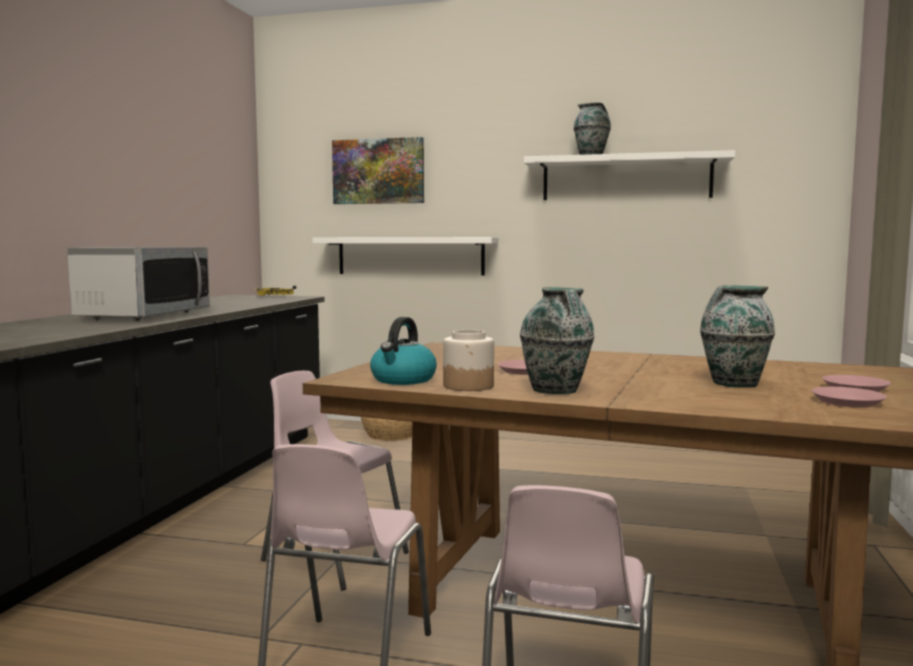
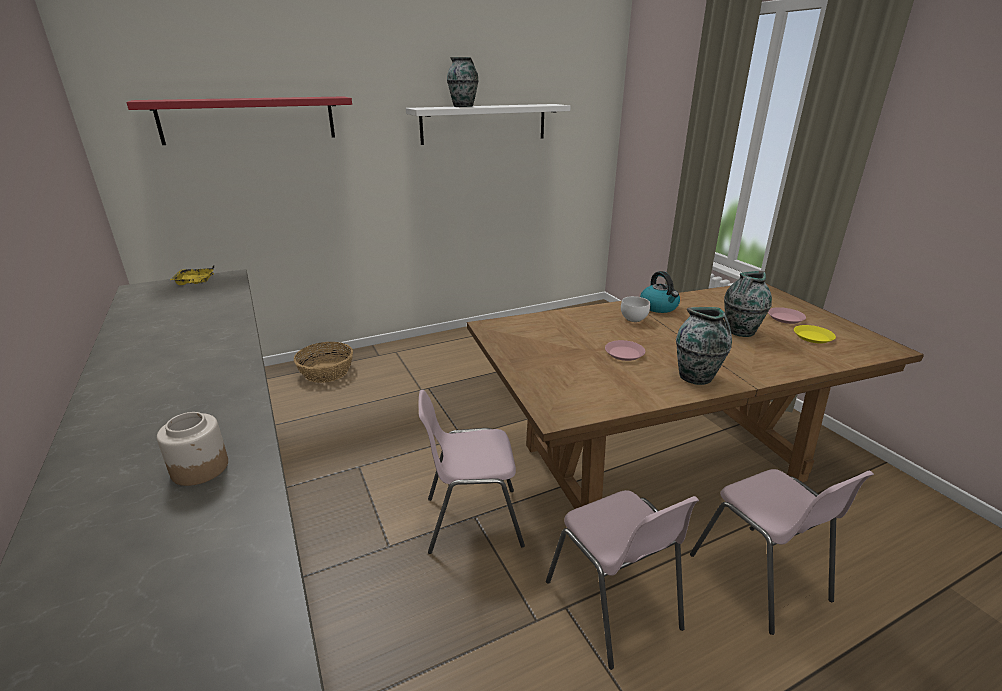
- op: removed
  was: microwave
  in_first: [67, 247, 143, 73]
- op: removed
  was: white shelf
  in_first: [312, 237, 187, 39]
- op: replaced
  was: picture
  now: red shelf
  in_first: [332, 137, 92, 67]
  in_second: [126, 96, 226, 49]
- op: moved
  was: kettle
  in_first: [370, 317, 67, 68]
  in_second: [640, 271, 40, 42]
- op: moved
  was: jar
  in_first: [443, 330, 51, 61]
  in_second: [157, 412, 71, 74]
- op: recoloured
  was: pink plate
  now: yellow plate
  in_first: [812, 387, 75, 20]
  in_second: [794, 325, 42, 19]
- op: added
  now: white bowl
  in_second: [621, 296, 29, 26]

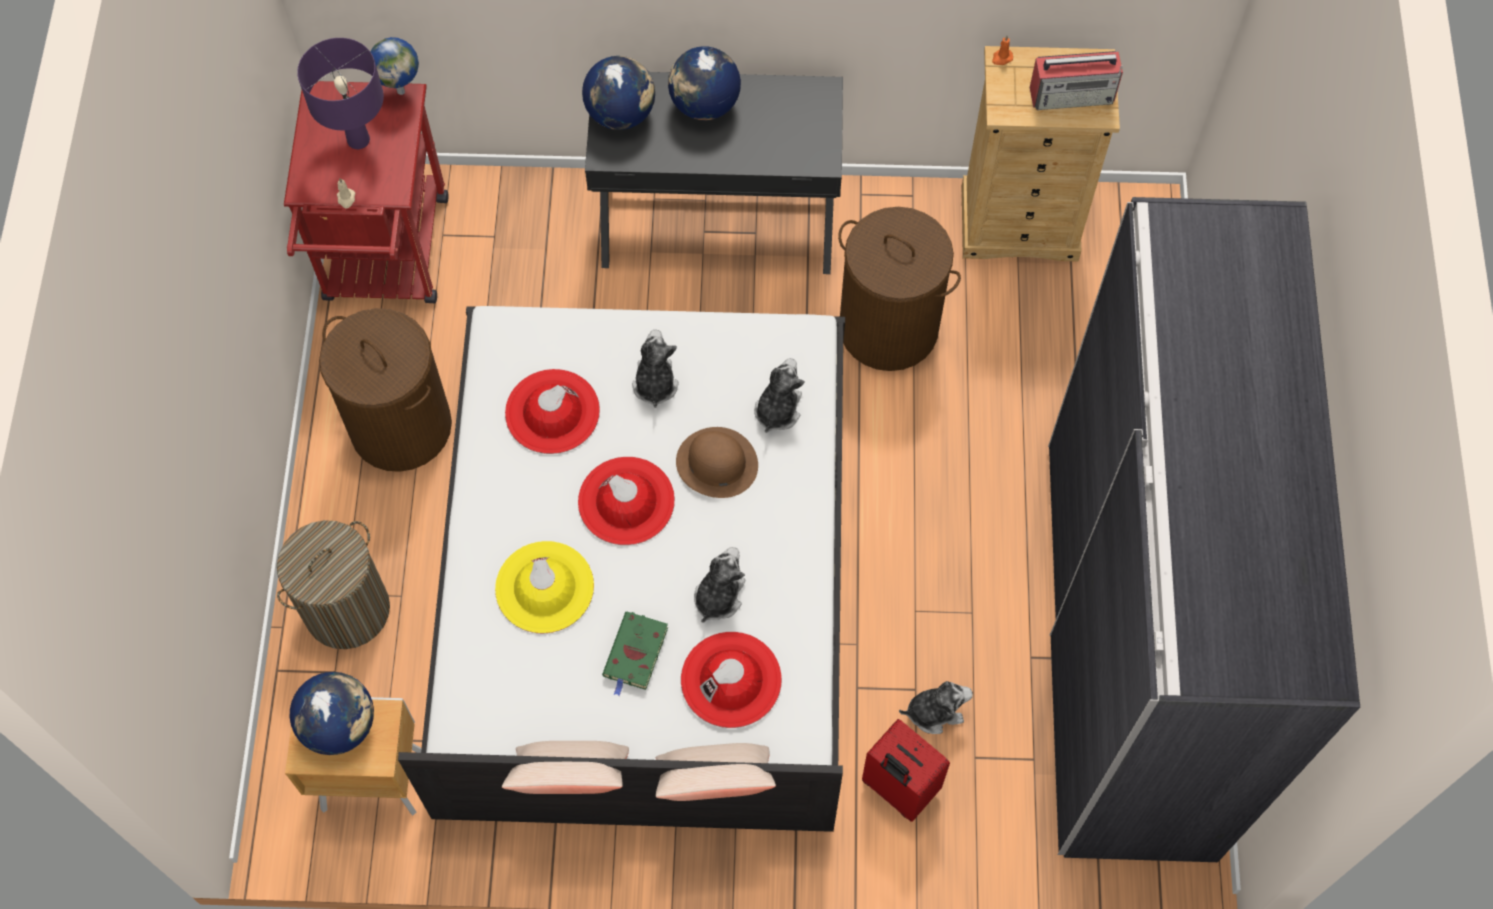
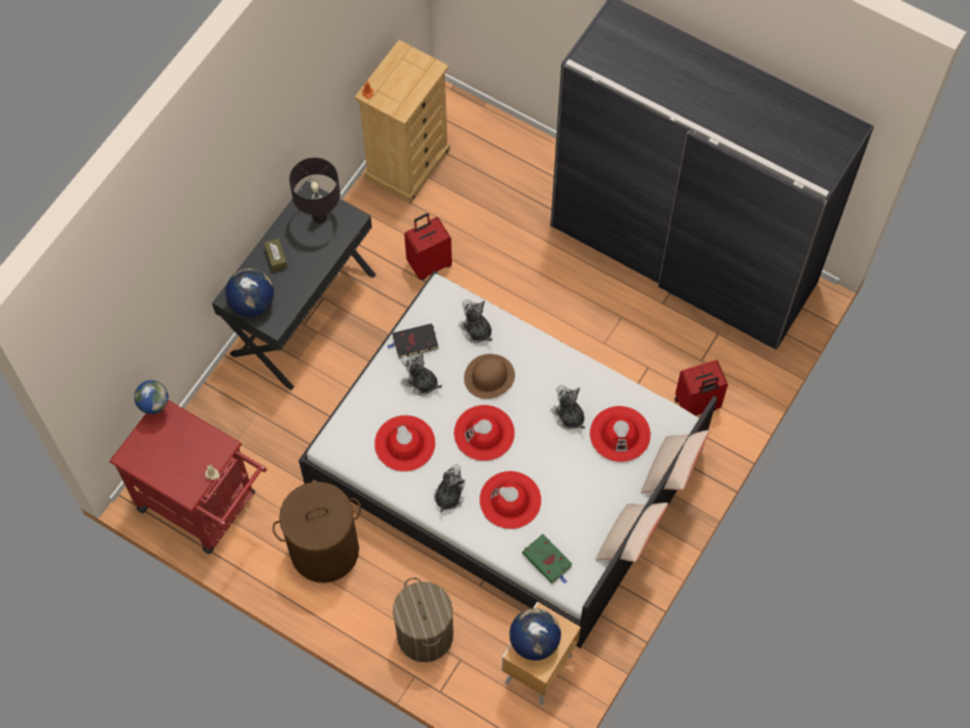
- op: removed
  was: purple table lamp
  in_first: [297, 38, 87, 111]
- op: recoloured
  was: yellow hat
  now: red hat
  in_first: [495, 541, 99, 92]
  in_second: [479, 471, 62, 58]
- op: moved
  was: green book
  in_first: [602, 612, 66, 84]
  in_second: [522, 534, 50, 50]
- op: replaced
  was: globe
  now: brown tissue box
  in_first: [668, 46, 73, 74]
  in_second: [264, 238, 24, 34]
- op: replaced
  was: brown laundry basket
  now: red suitcase
  in_first: [838, 207, 123, 164]
  in_second: [404, 213, 48, 67]
- op: moved
  was: plush toy
  in_first: [899, 681, 74, 53]
  in_second: [434, 464, 31, 48]
- op: removed
  was: radio
  in_first: [1030, 51, 93, 59]
- op: added
  now: black table lamp
  in_second: [289, 158, 51, 66]
- op: added
  now: black book
  in_second: [387, 323, 52, 35]

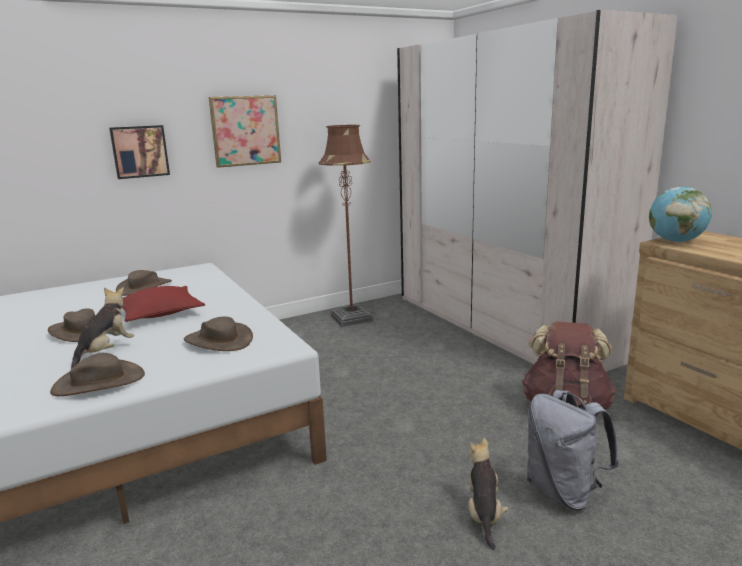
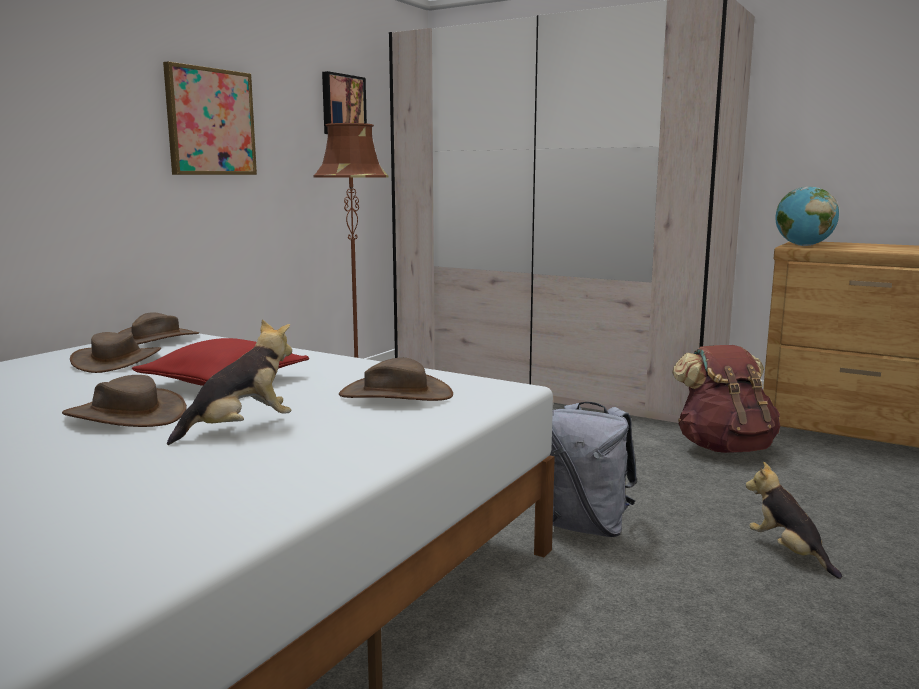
- op: moved
  was: brown hat
  in_first: [50, 353, 95, 43]
  in_second: [118, 312, 81, 32]
- op: turned
  was: plush toy
  in_first: [71, 288, 63, 81]
  in_second: [167, 320, 125, 125]
  clockwise: 60
- op: moved
  was: picture
  in_first: [109, 125, 61, 54]
  in_second: [322, 71, 45, 63]
- op: moved
  was: grey backpack
  in_first: [527, 390, 92, 120]
  in_second: [550, 402, 87, 135]

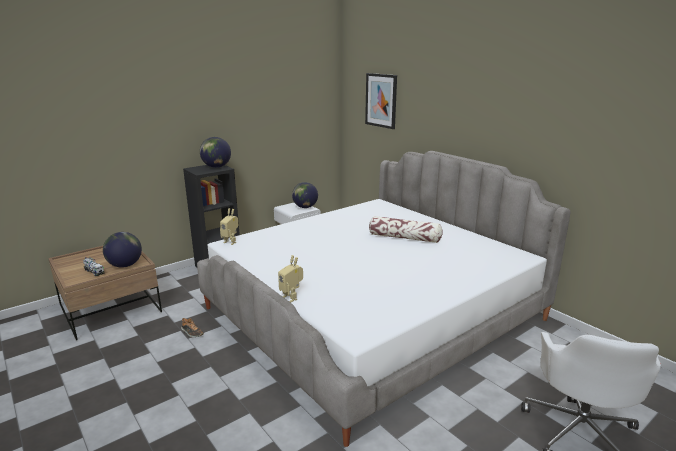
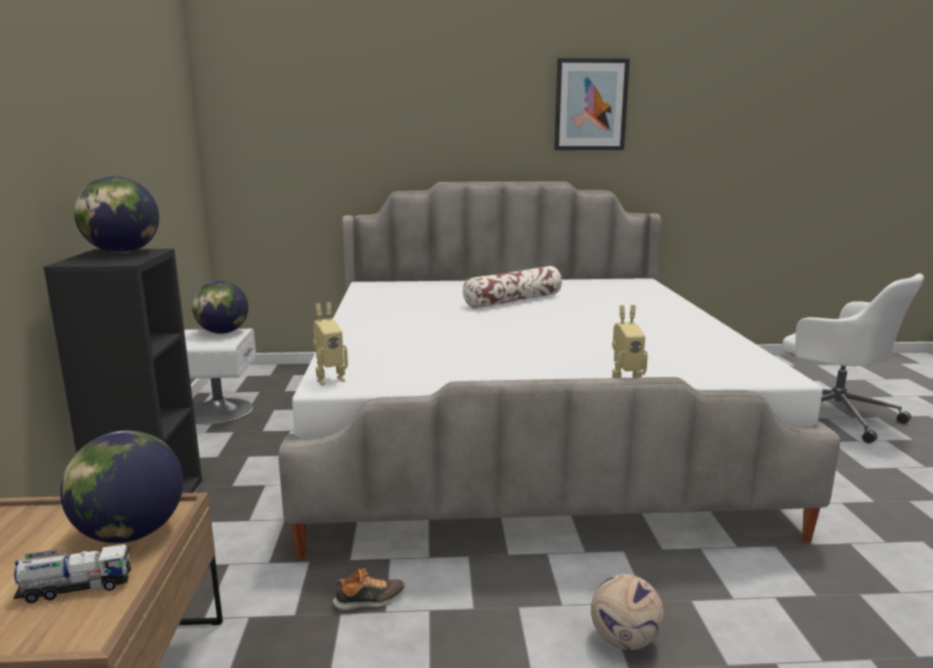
- op: moved
  was: picture
  in_first: [365, 73, 32, 56]
  in_second: [554, 58, 76, 92]
- op: added
  now: football
  in_second: [591, 574, 73, 76]

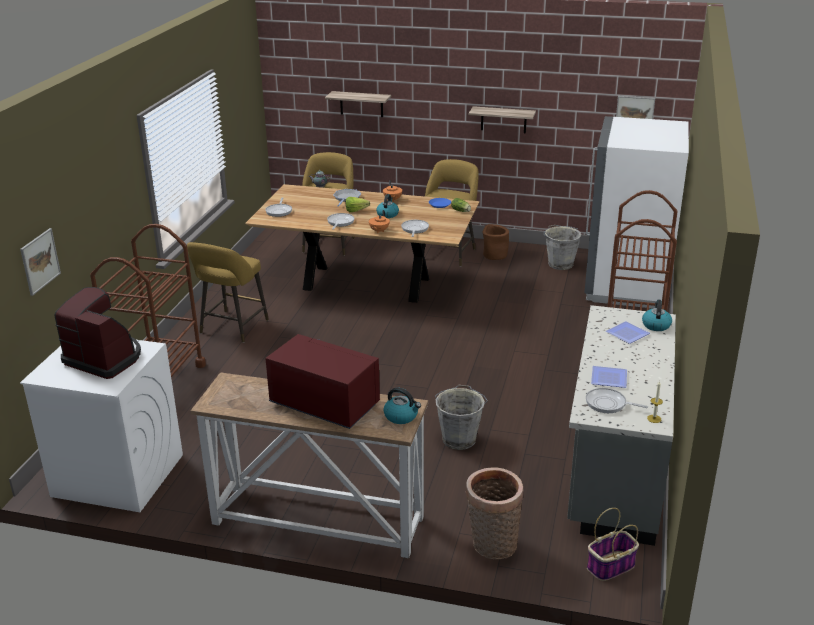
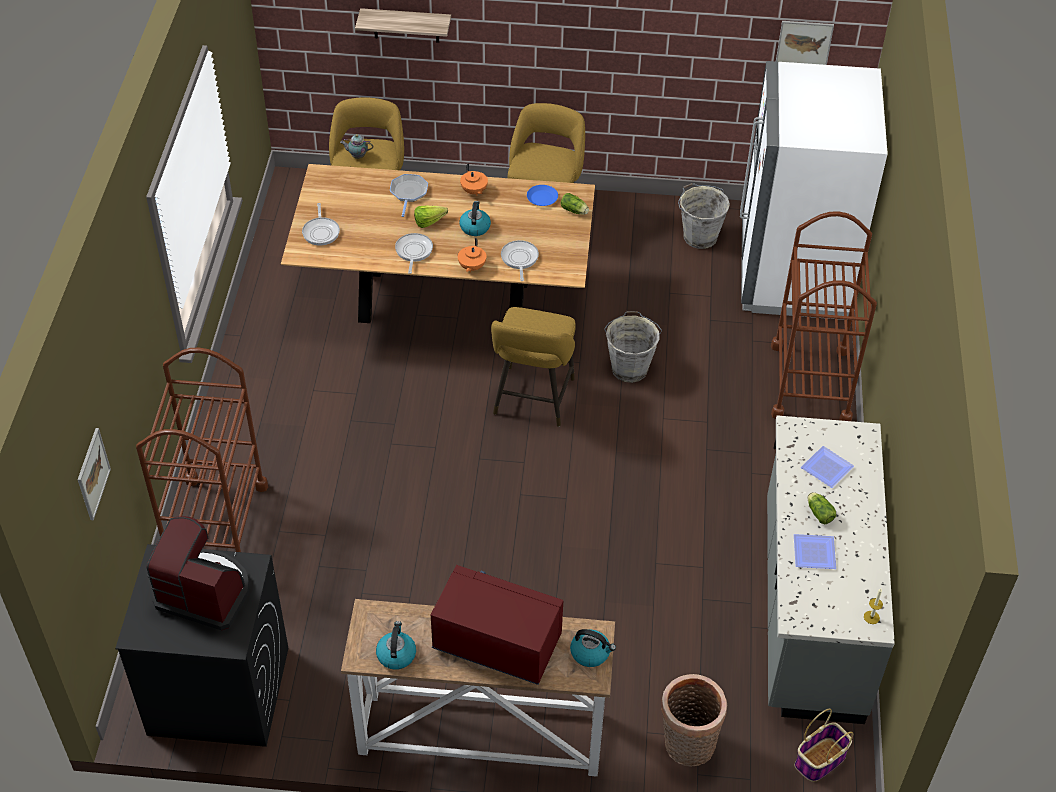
- op: recoloured
  was: white washing machine
  now: black washing machine
  in_first: [20, 340, 163, 172]
  in_second: [115, 544, 173, 203]
- op: moved
  was: yellow stool
  in_first: [187, 242, 82, 101]
  in_second: [491, 307, 85, 120]
- op: moved
  was: grey bucket
  in_first: [435, 385, 53, 65]
  in_second: [604, 311, 58, 72]
- op: removed
  was: shelf
  in_first: [469, 106, 67, 27]
- op: removed
  was: brown planter
  in_first: [483, 224, 26, 36]
- op: removed
  was: frying pan
  in_first: [586, 388, 62, 25]
- op: moved
  was: kettle
  in_first: [642, 300, 30, 31]
  in_second: [376, 621, 40, 49]
- op: added
  now: lettuce
  in_second: [808, 492, 28, 32]

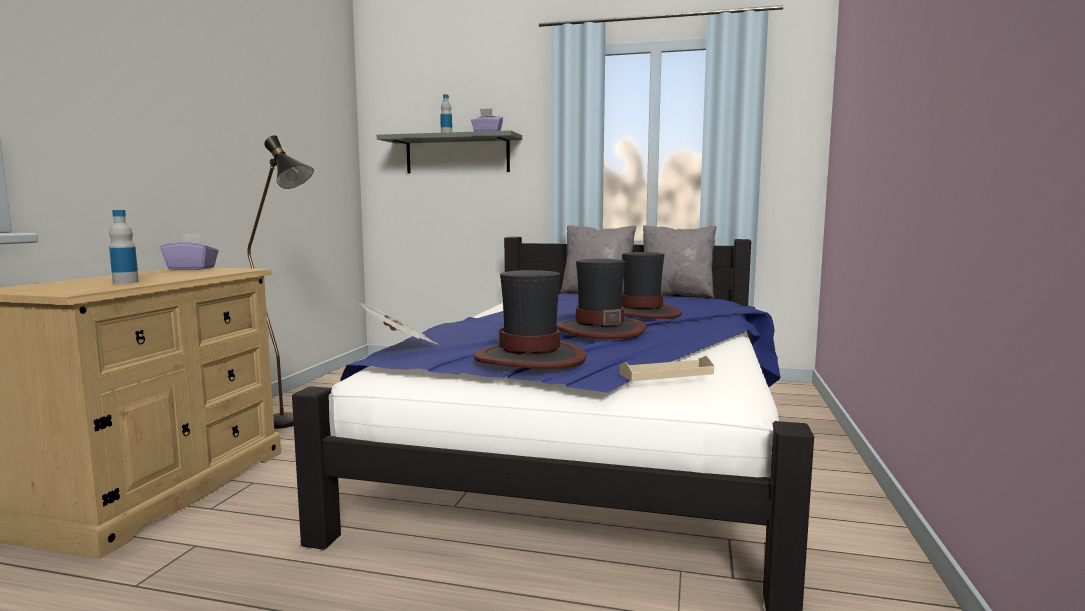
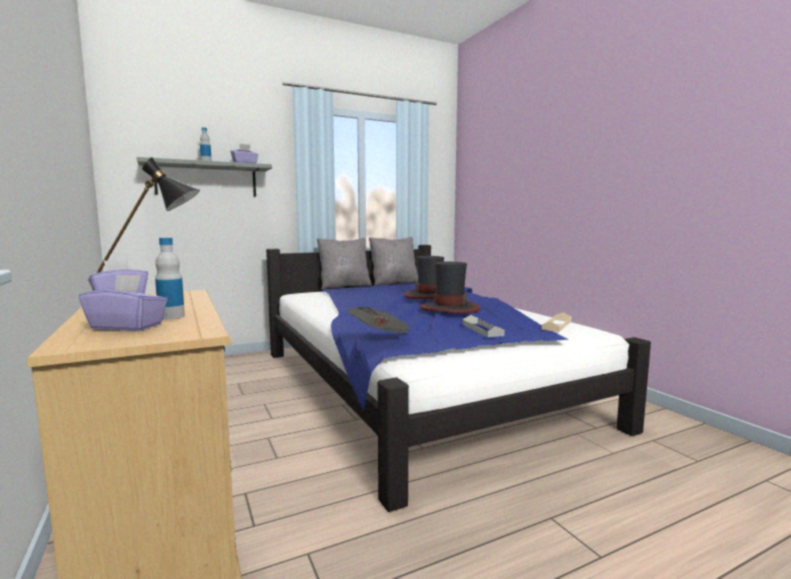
- op: replaced
  was: hat
  now: grey tray
  in_first: [474, 270, 113, 99]
  in_second: [463, 315, 42, 22]
- op: added
  now: purple tissue box
  in_second: [79, 274, 89, 57]

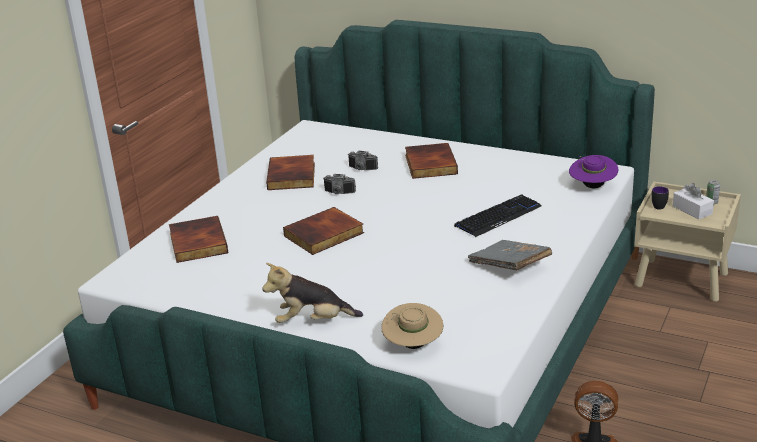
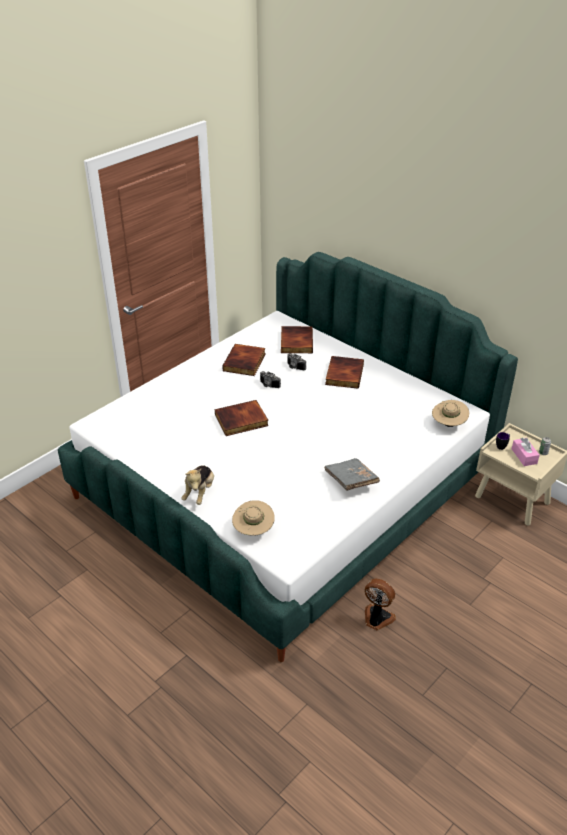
- op: moved
  was: book
  in_first: [169, 216, 59, 47]
  in_second: [281, 326, 32, 27]
- op: turned
  was: plush toy
  in_first: [262, 263, 101, 60]
  in_second: [182, 465, 32, 40]
  clockwise: -90
- op: removed
  was: keyboard
  in_first: [454, 194, 88, 43]
- op: recoloured
  was: purple hat
  now: beige hat
  in_first: [569, 155, 49, 33]
  in_second: [432, 400, 37, 27]
- op: recoloured
  was: white tissue box
  now: pink tissue box
  in_first: [673, 183, 41, 36]
  in_second: [512, 438, 28, 28]

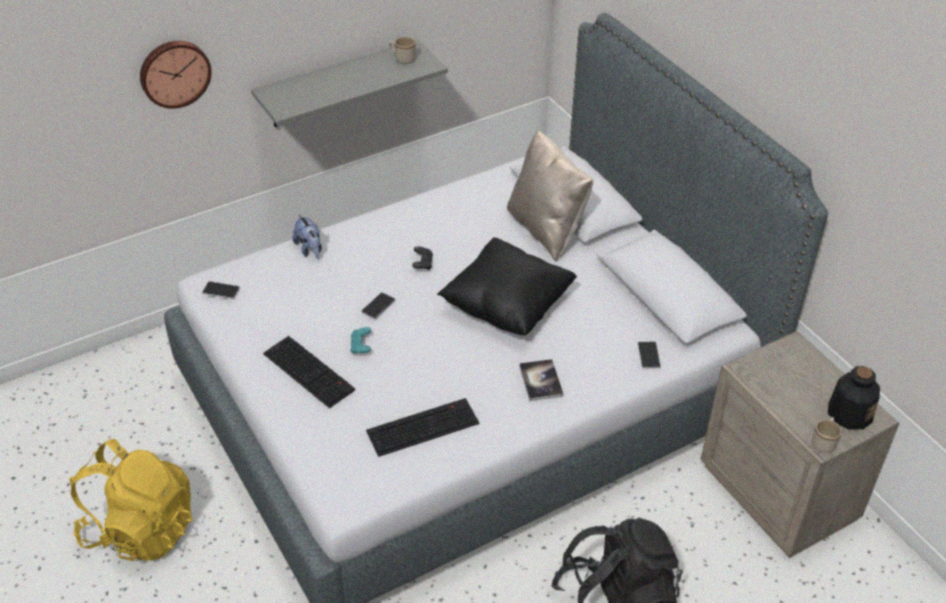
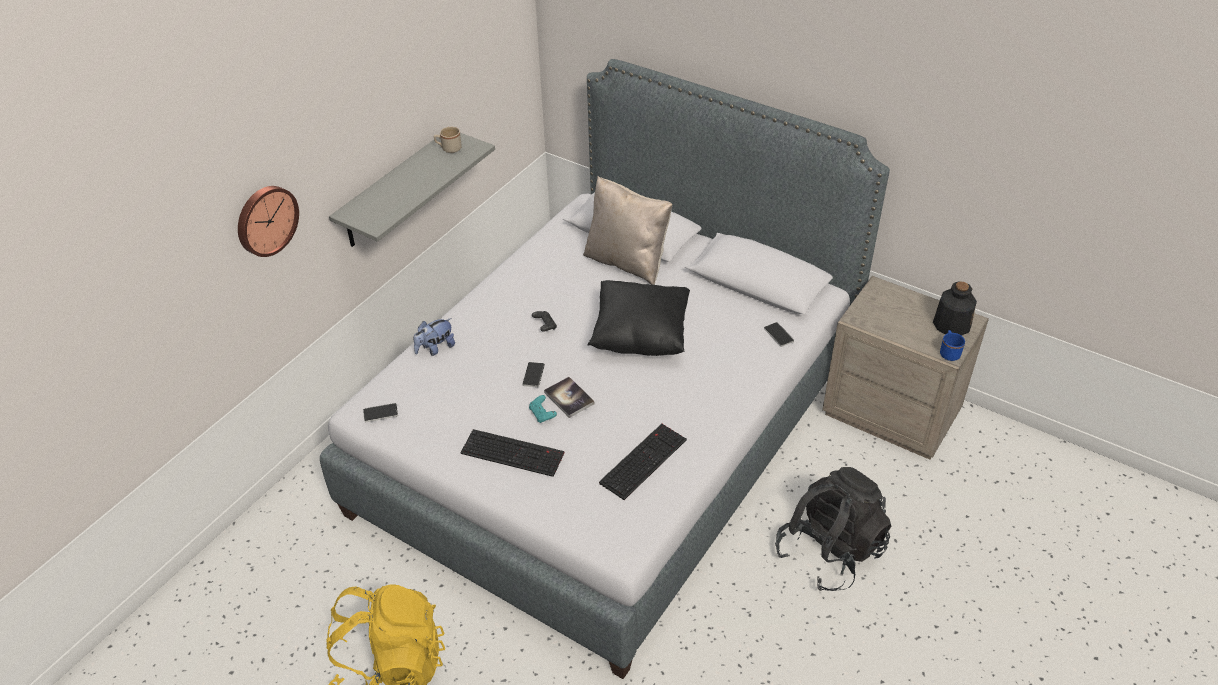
- op: turned
  was: plush toy
  in_first: [292, 215, 30, 44]
  in_second: [414, 318, 41, 38]
  clockwise: 105
- op: moved
  was: book
  in_first: [519, 359, 44, 42]
  in_second: [544, 377, 51, 41]
- op: recoloured
  was: beige mug
  now: blue mug
  in_first: [812, 417, 29, 36]
  in_second: [940, 330, 25, 31]

